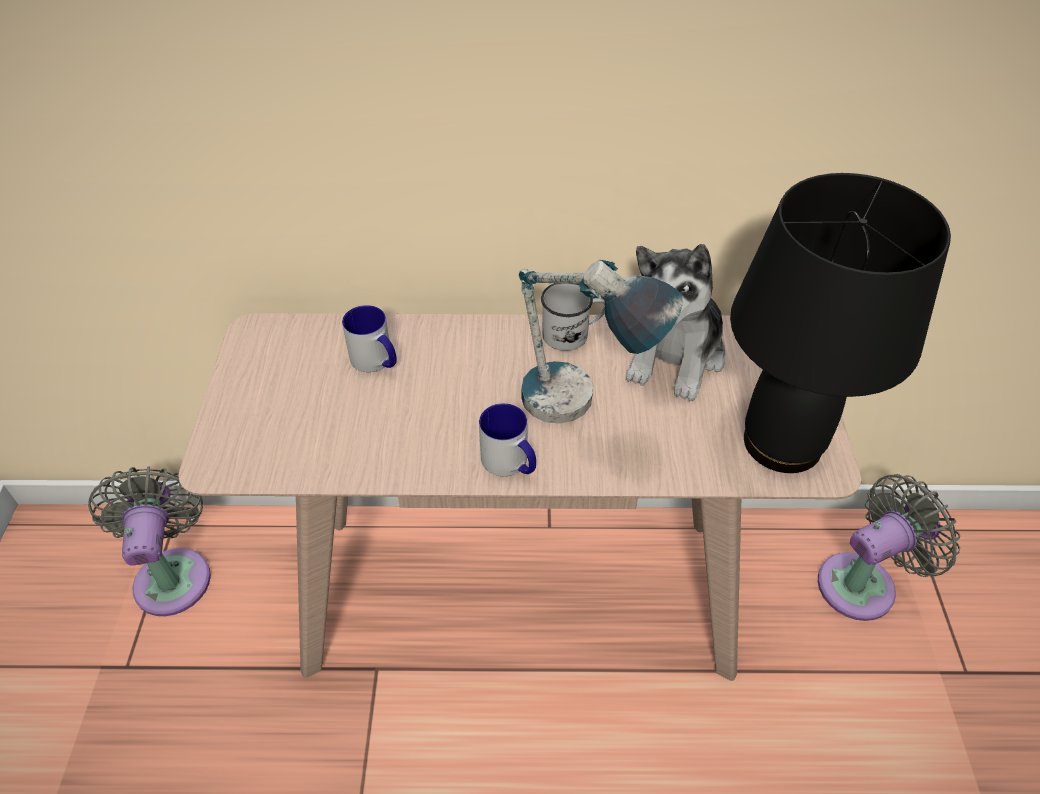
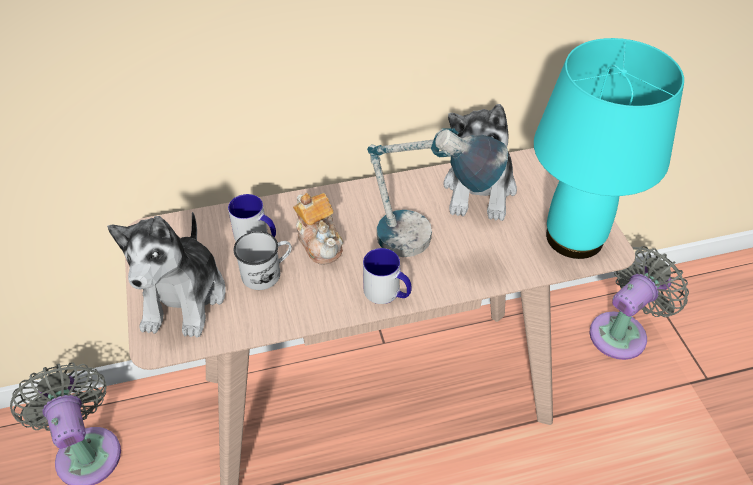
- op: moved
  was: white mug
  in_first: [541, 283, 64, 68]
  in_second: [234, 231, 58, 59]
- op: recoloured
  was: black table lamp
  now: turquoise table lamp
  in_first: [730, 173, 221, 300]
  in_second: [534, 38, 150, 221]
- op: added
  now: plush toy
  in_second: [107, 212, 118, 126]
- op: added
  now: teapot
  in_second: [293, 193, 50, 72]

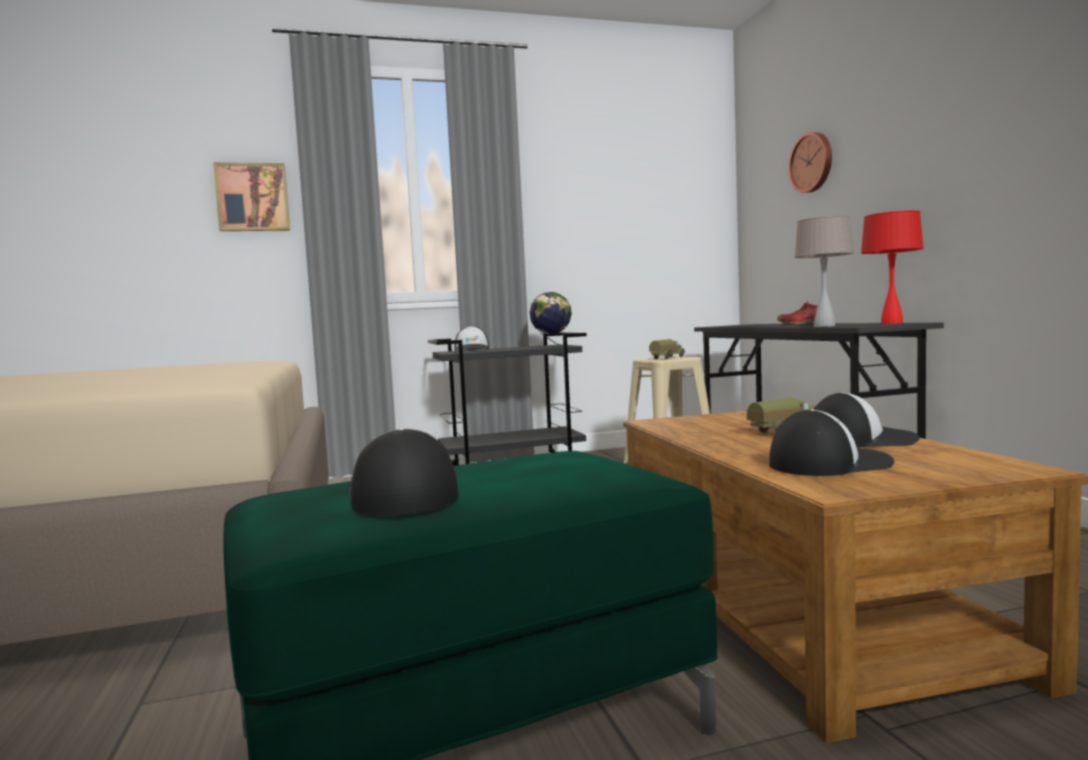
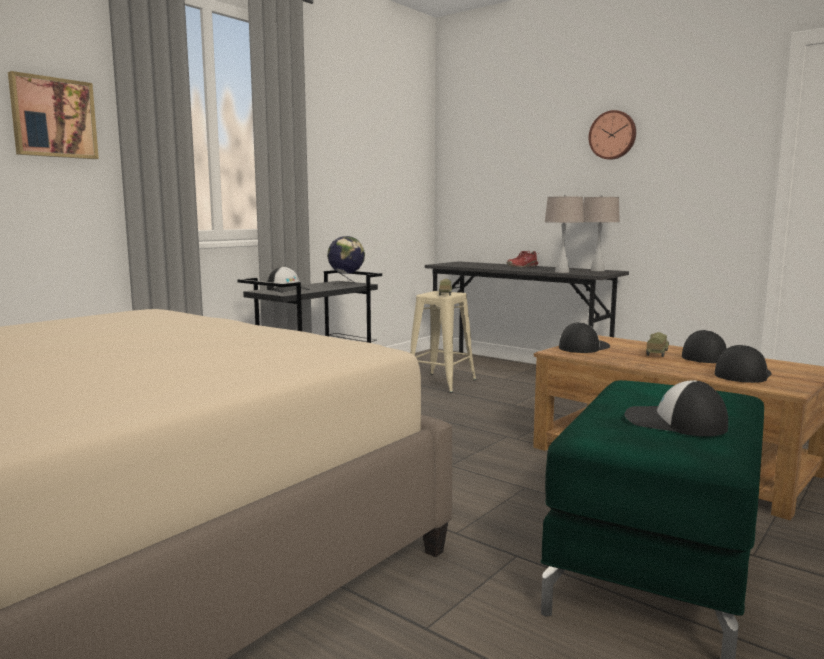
- op: moved
  was: wall clock
  in_first: [789, 132, 43, 61]
  in_second: [589, 110, 47, 50]
- op: recoloured
  was: red table lamp
  now: beige table lamp
  in_first: [861, 210, 63, 114]
  in_second: [583, 195, 37, 76]
- op: added
  now: cap
  in_second: [559, 322, 51, 31]

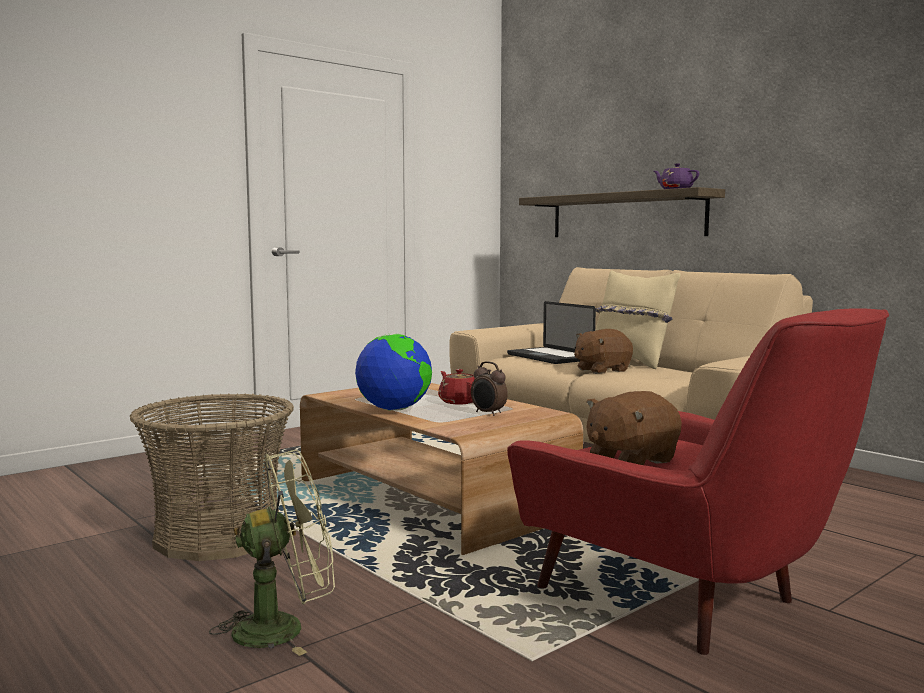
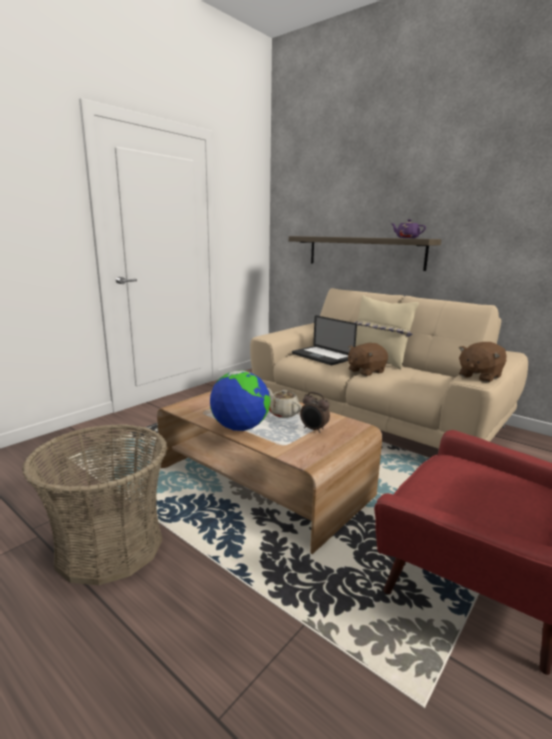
- op: removed
  was: green fan
  in_first: [209, 450, 126, 206]
- op: recoloured
  was: red teapot
  now: beige teapot
  in_first: [438, 369, 37, 35]
  in_second: [267, 388, 35, 30]
- op: moved
  was: brown plush toy
  in_first: [586, 391, 96, 74]
  in_second: [459, 342, 47, 40]

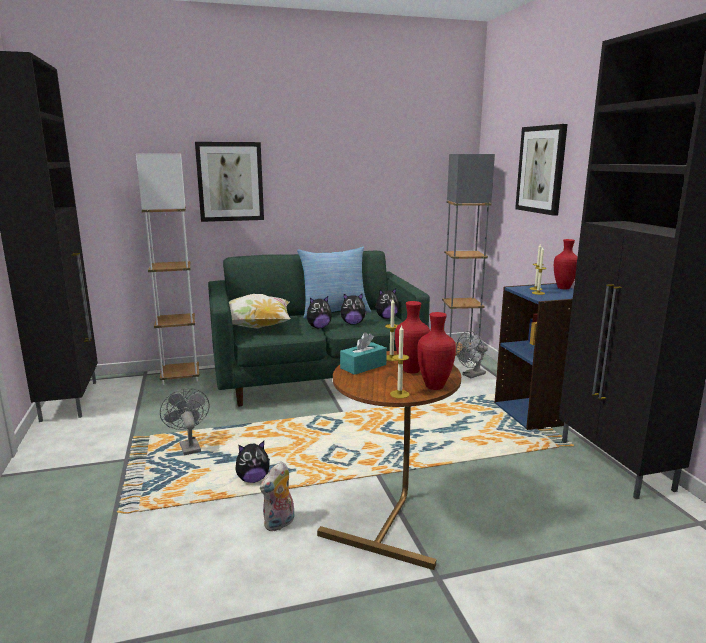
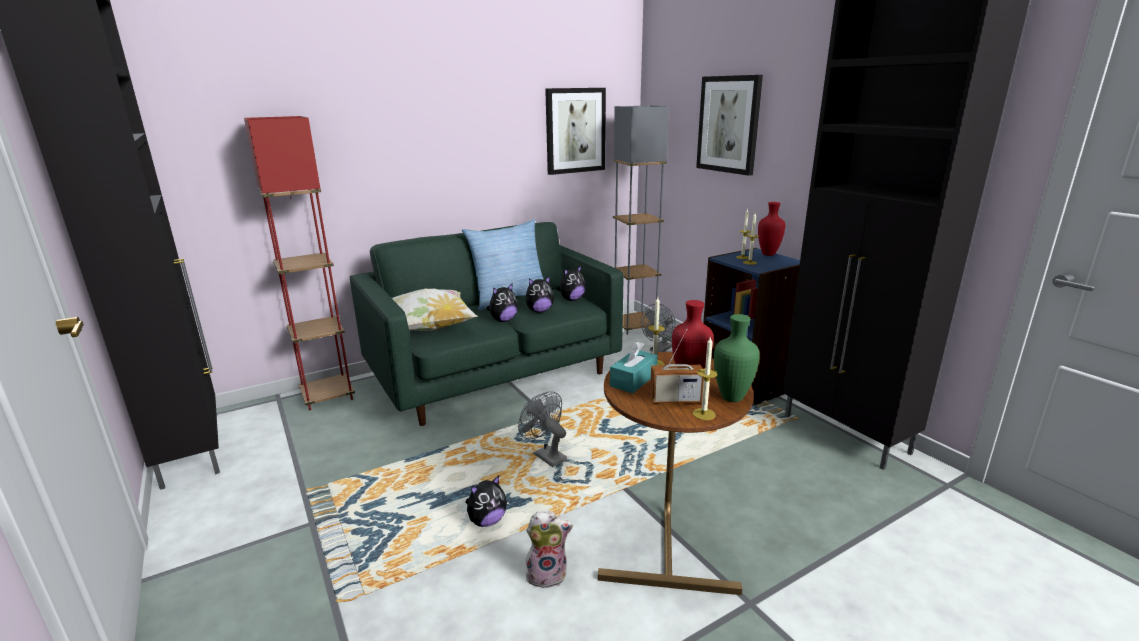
- op: recoloured
  was: white floor lamp
  now: red floor lamp
  in_first: [136, 154, 64, 231]
  in_second: [244, 116, 111, 294]
- op: moved
  was: grey fan
  in_first: [160, 388, 50, 67]
  in_second: [518, 391, 49, 76]
- op: moved
  was: picture
  in_first: [195, 142, 69, 80]
  in_second: [545, 88, 61, 87]
- op: turned
  was: plush toy
  in_first: [260, 461, 35, 71]
  in_second: [526, 511, 47, 77]
  clockwise: -120
- op: recoloured
  was: red vase
  now: green vase
  in_first: [417, 312, 39, 78]
  in_second: [714, 314, 46, 88]
- op: added
  now: radio
  in_second: [650, 329, 54, 74]

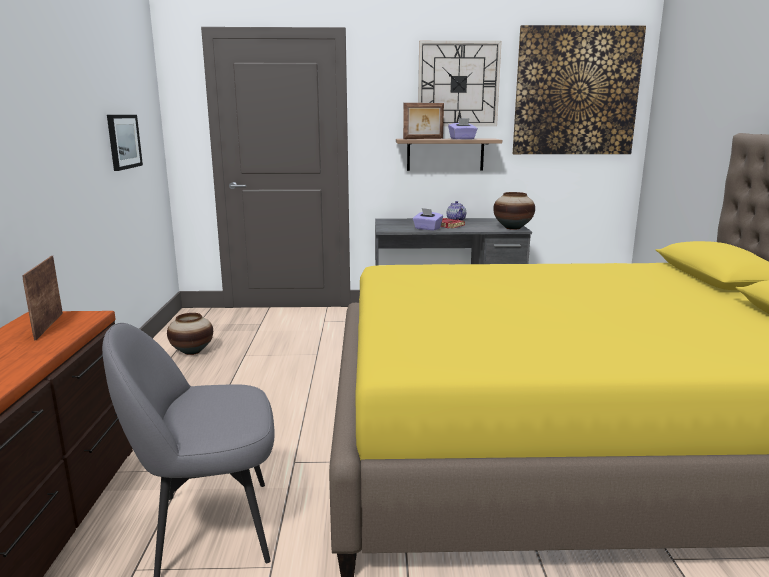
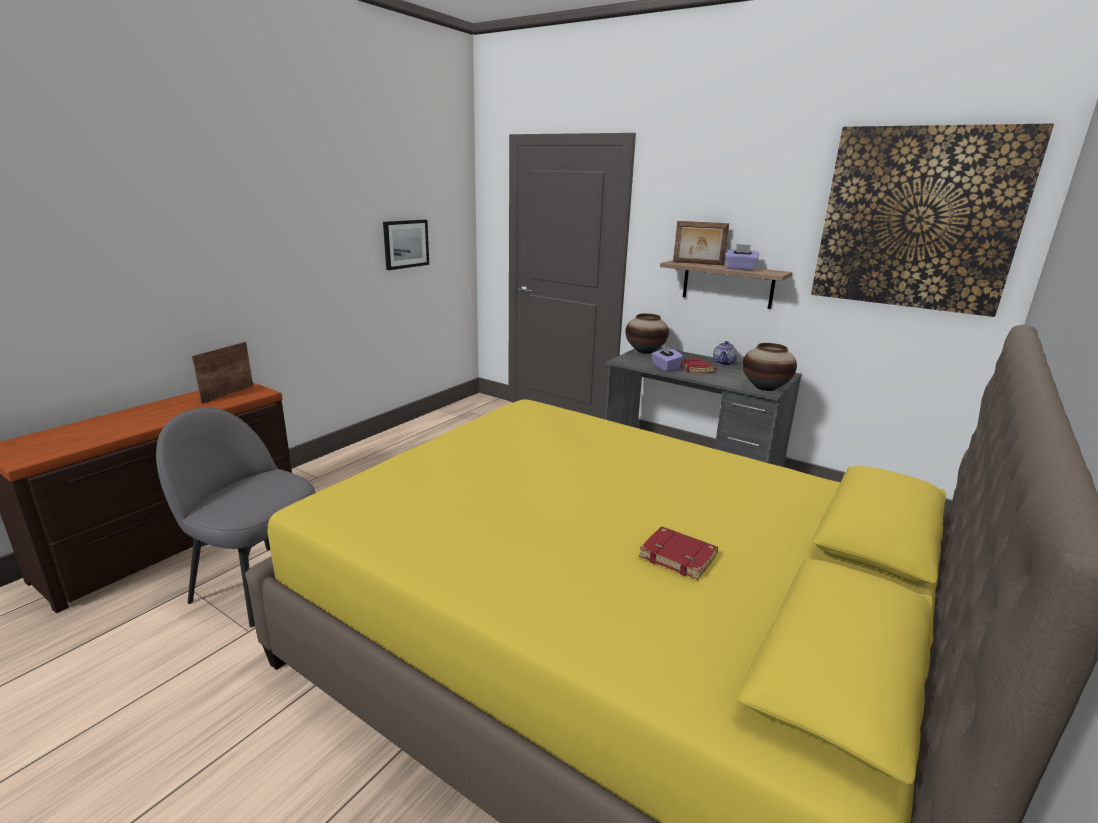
- op: moved
  was: vase
  in_first: [167, 313, 46, 42]
  in_second: [626, 313, 43, 41]
- op: removed
  was: wall clock
  in_first: [418, 41, 84, 85]
- op: added
  now: red book
  in_second: [639, 527, 79, 53]

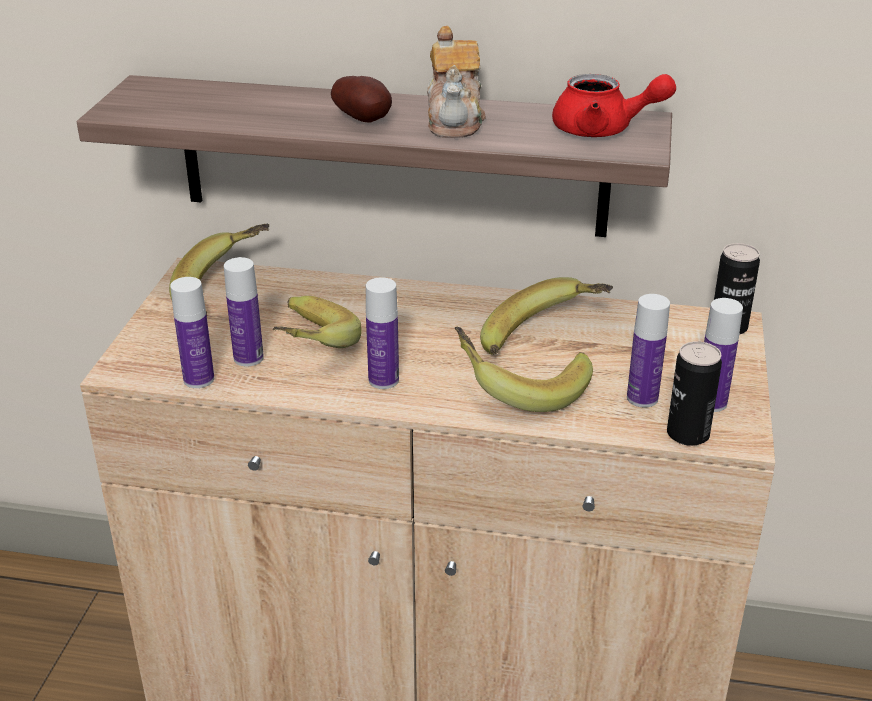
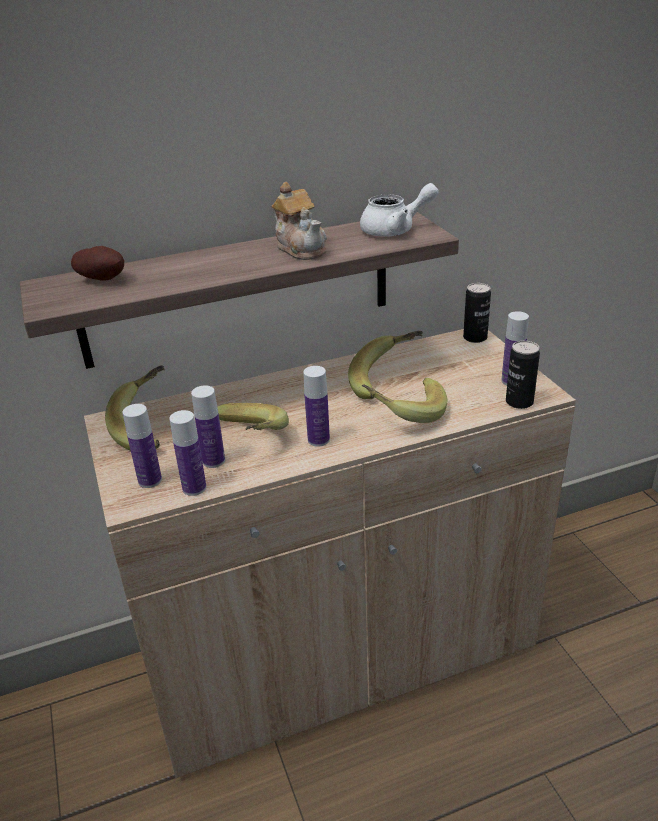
- op: moved
  was: potato
  in_first: [331, 76, 61, 47]
  in_second: [71, 246, 53, 35]
- op: recoloured
  was: red teapot
  now: white teapot
  in_first: [552, 74, 124, 63]
  in_second: [360, 183, 79, 54]
- op: moved
  was: bottle
  in_first: [627, 294, 43, 113]
  in_second: [122, 404, 40, 84]

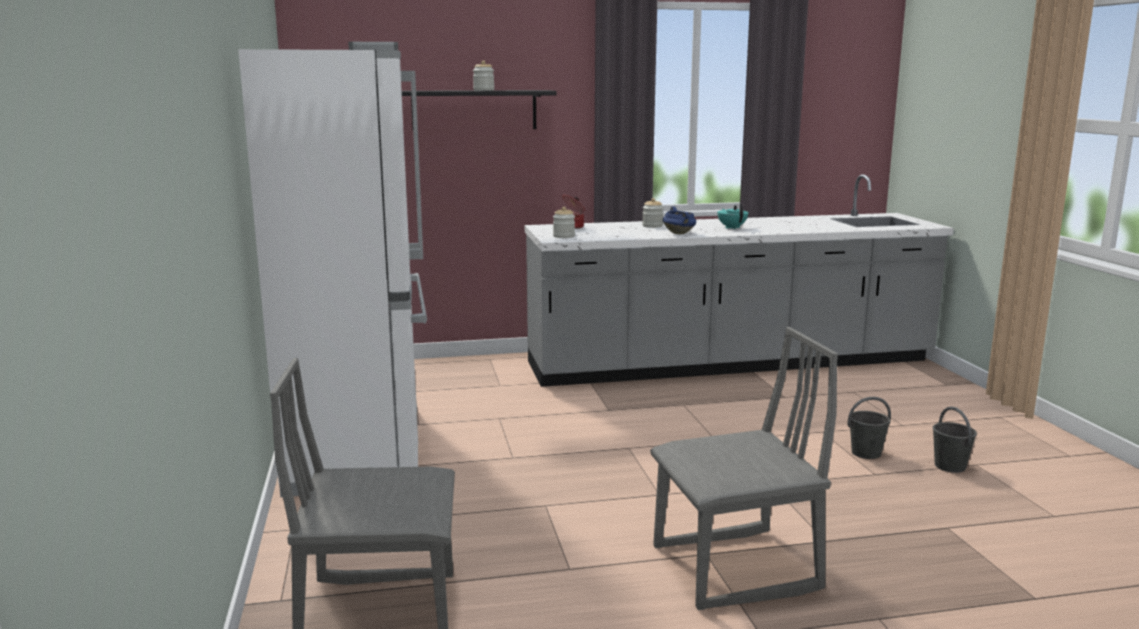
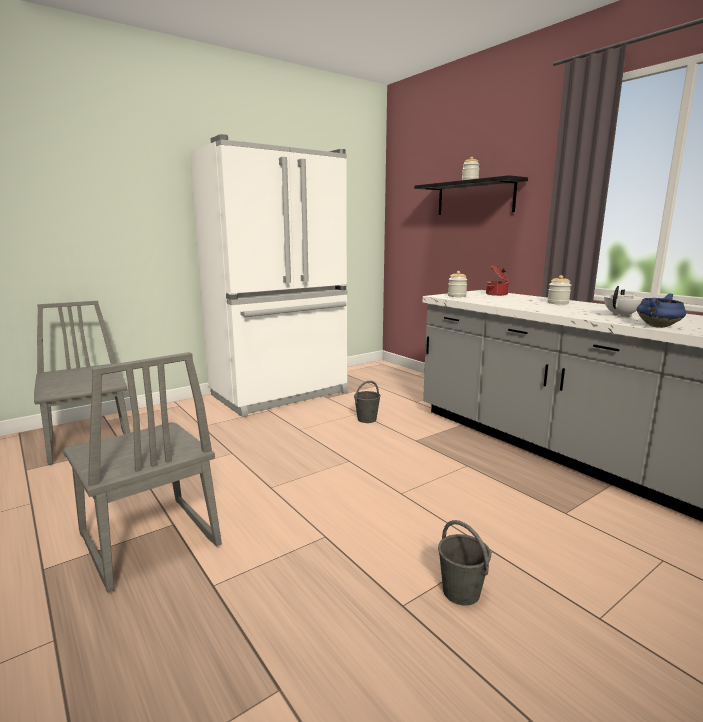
- op: moved
  was: blue cooking pot
  in_first: [663, 206, 33, 28]
  in_second: [637, 293, 49, 35]
- op: recoloured
  was: turquoise teapot
  now: white teapot
  in_first: [717, 203, 31, 26]
  in_second: [604, 286, 40, 31]
- op: moved
  was: grey bucket
  in_first: [933, 407, 44, 66]
  in_second: [354, 381, 27, 42]

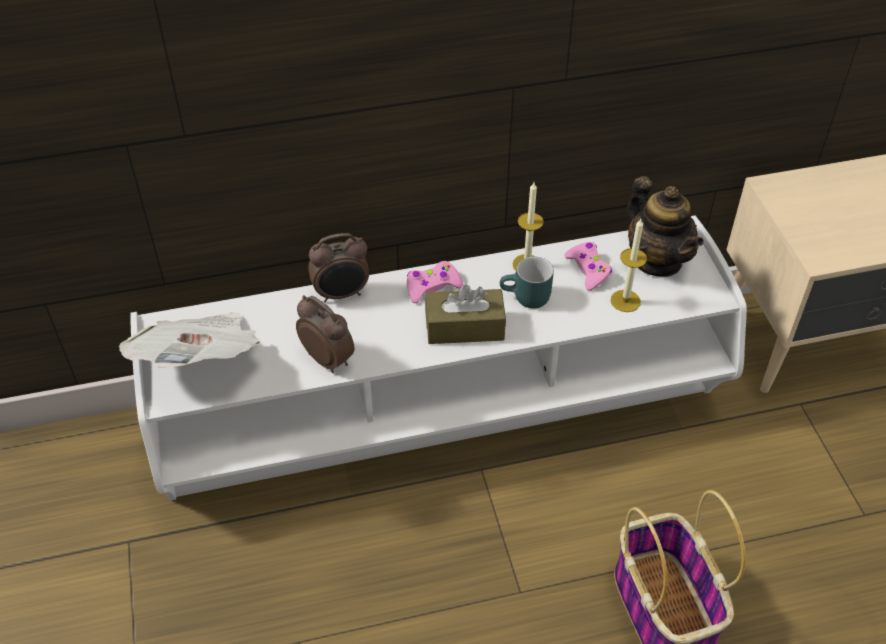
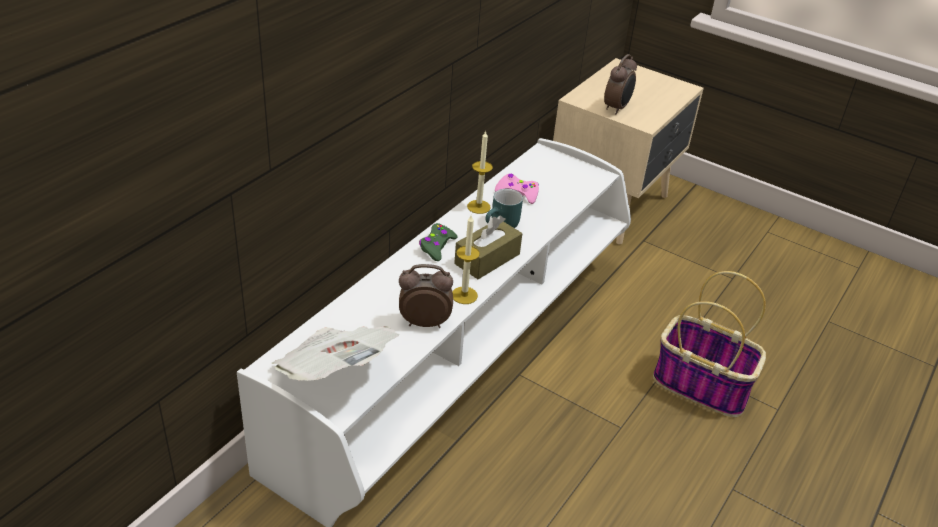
- op: moved
  was: alarm clock
  in_first: [308, 233, 61, 70]
  in_second: [604, 54, 33, 60]
- op: recoloured
  was: pink game controller
  now: green game controller
  in_first: [407, 261, 56, 42]
  in_second: [419, 223, 39, 38]
- op: moved
  was: candle
  in_first: [611, 219, 36, 93]
  in_second: [452, 214, 28, 90]
- op: removed
  was: teapot
  in_first: [628, 176, 76, 101]

